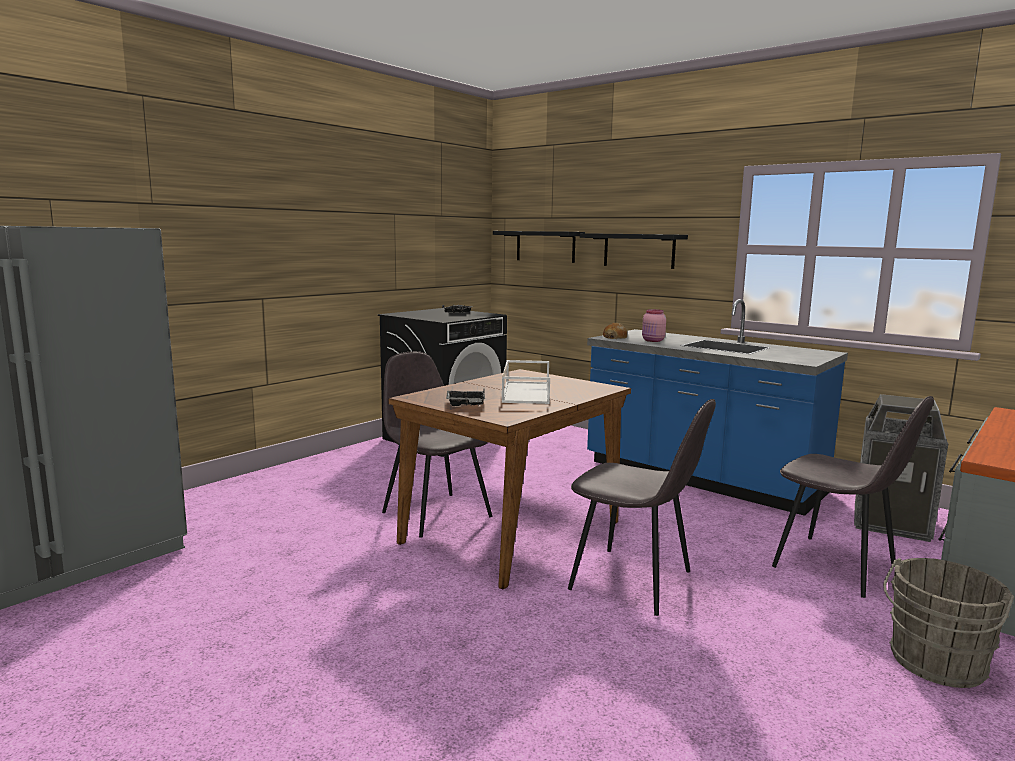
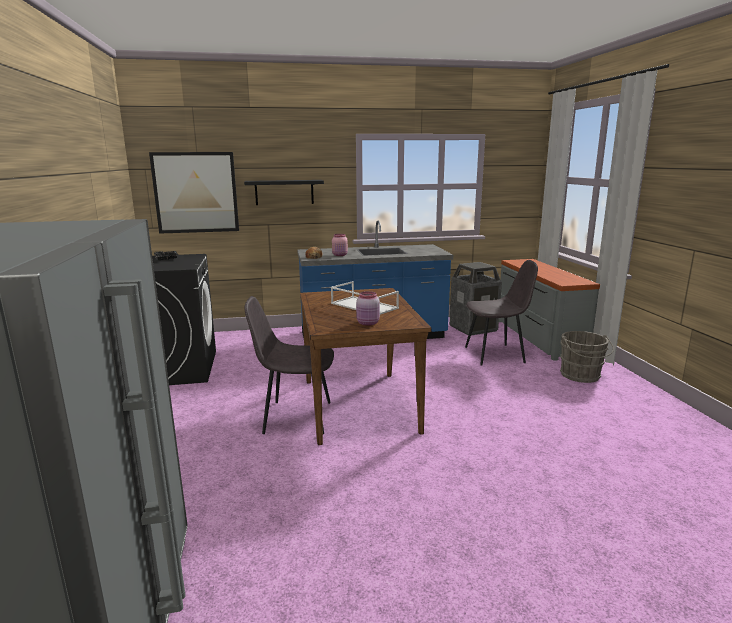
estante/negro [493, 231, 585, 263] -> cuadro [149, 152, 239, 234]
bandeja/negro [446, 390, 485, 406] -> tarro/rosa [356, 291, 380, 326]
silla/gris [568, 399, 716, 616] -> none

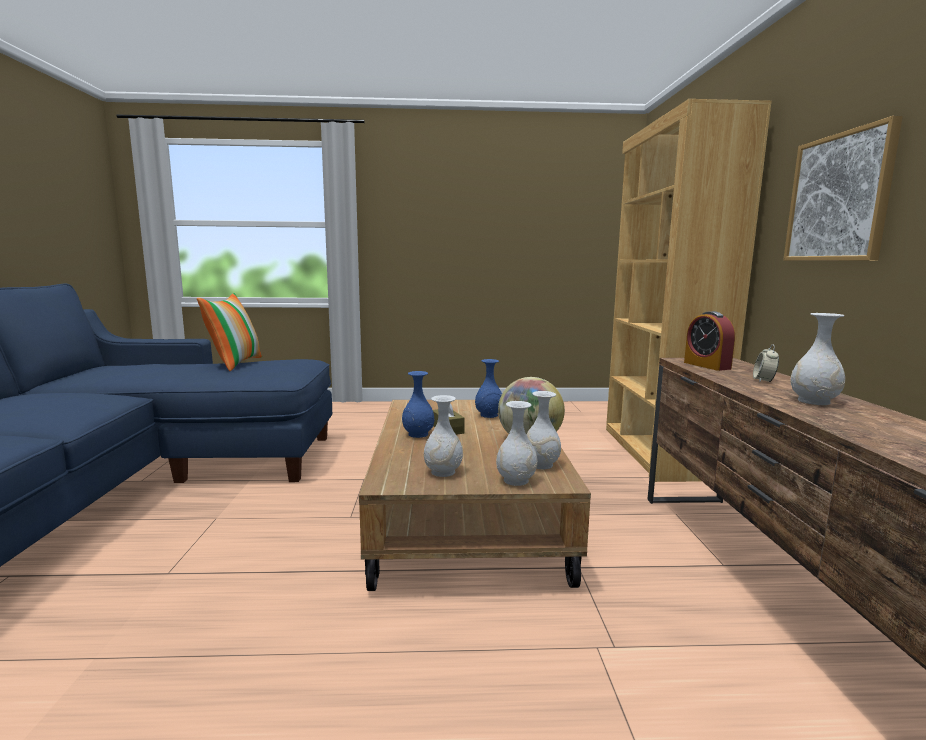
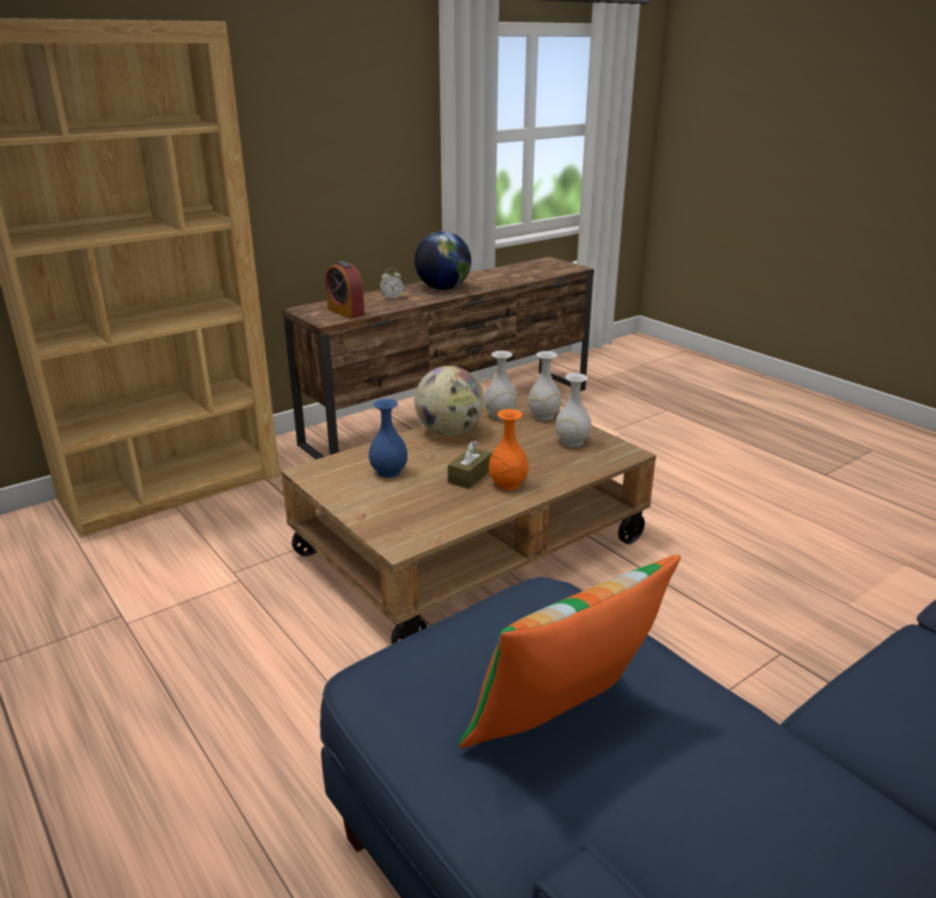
cuadro [783, 116, 903, 261] -> none
despertador [684, 311, 735, 371] -> despertador [326, 261, 365, 319], 105 degrees clockwise
florero/blanco [791, 313, 845, 405] -> globo terráqueo [414, 231, 471, 290]
florero/azul [402, 371, 435, 438] -> florero/naranja [489, 409, 529, 490]

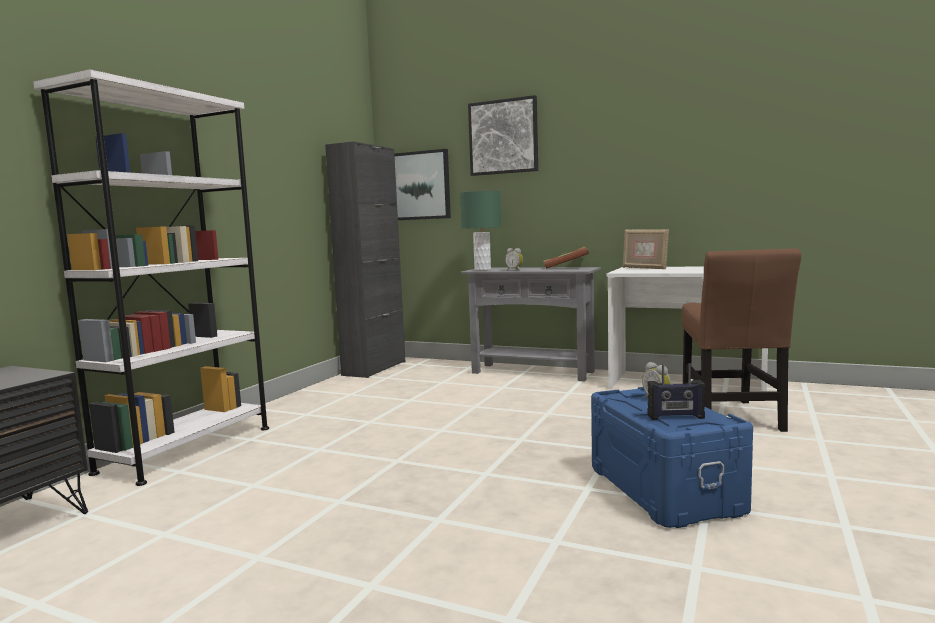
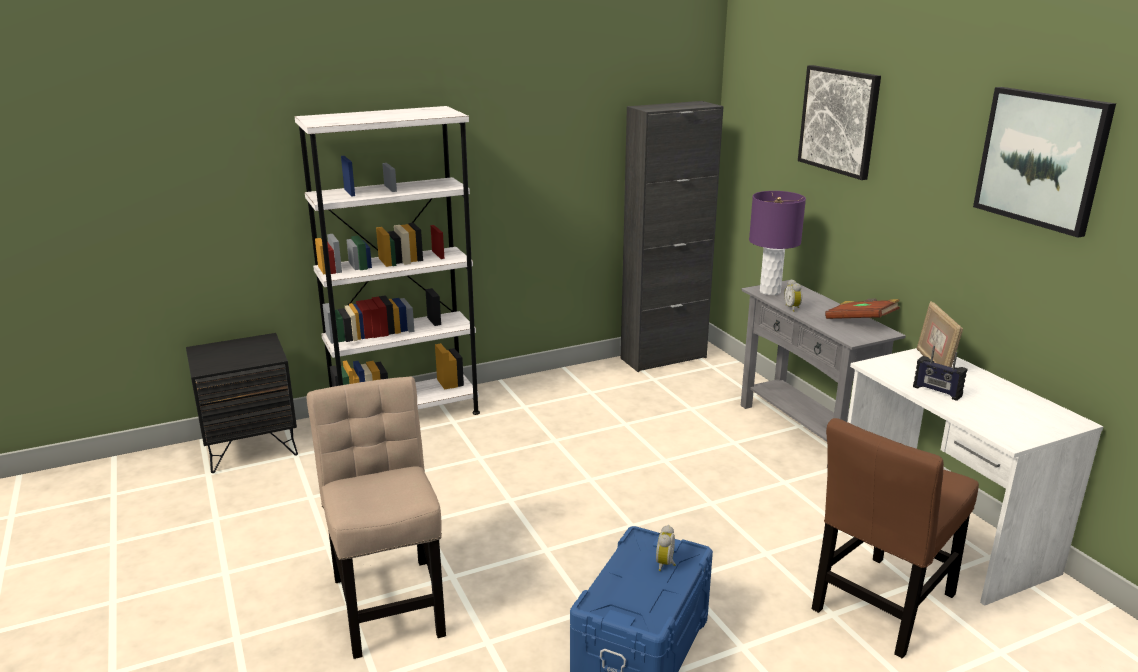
cuadro [394, 149, 451, 220] -> cuadro [973, 87, 1116, 238], move
lámpara de mesa/verde [460, 191, 501, 271] -> lámpara de mesa/morado [749, 191, 806, 295]
radio [647, 363, 705, 420] -> radio [913, 346, 967, 401], move
none -> silla/beis [307, 376, 446, 659]

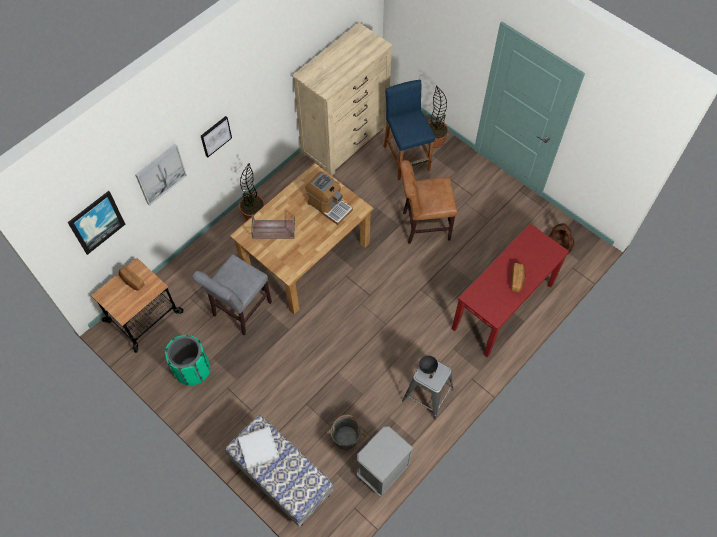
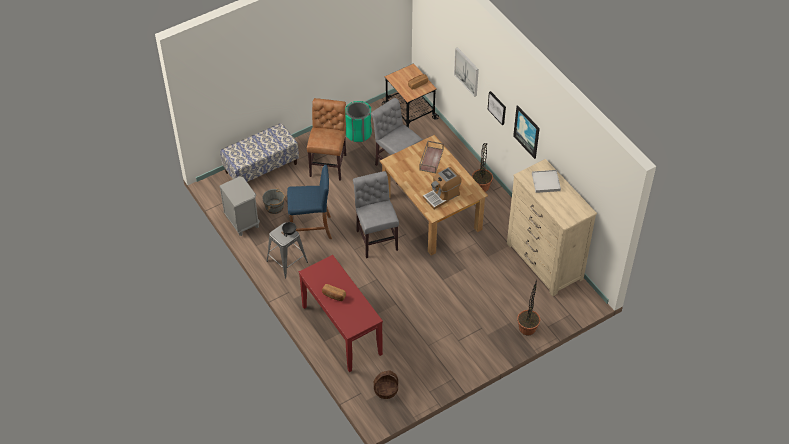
taburete/azul [384, 79, 435, 180] -> taburete/azul [287, 165, 332, 239], move
silla/marrón [400, 160, 457, 244] -> silla/marrón [307, 98, 347, 181], move
cuadro [68, 191, 125, 255] -> cuadro [513, 105, 540, 159], move
bandeja/blanco [238, 426, 279, 469] -> bandeja/blanco [532, 170, 561, 193], move
none -> silla/gris [353, 171, 399, 258]

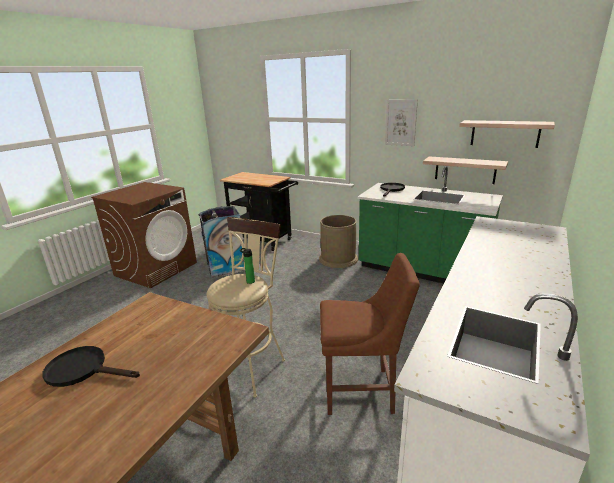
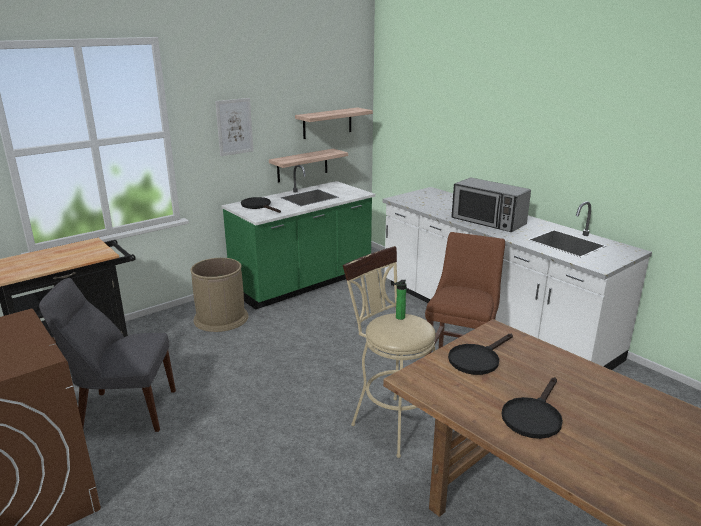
papelera [199, 206, 245, 277] -> silla/gris [39, 278, 176, 432]
none -> microondas [452, 178, 531, 232]
none -> sartén/negro [448, 334, 513, 375]

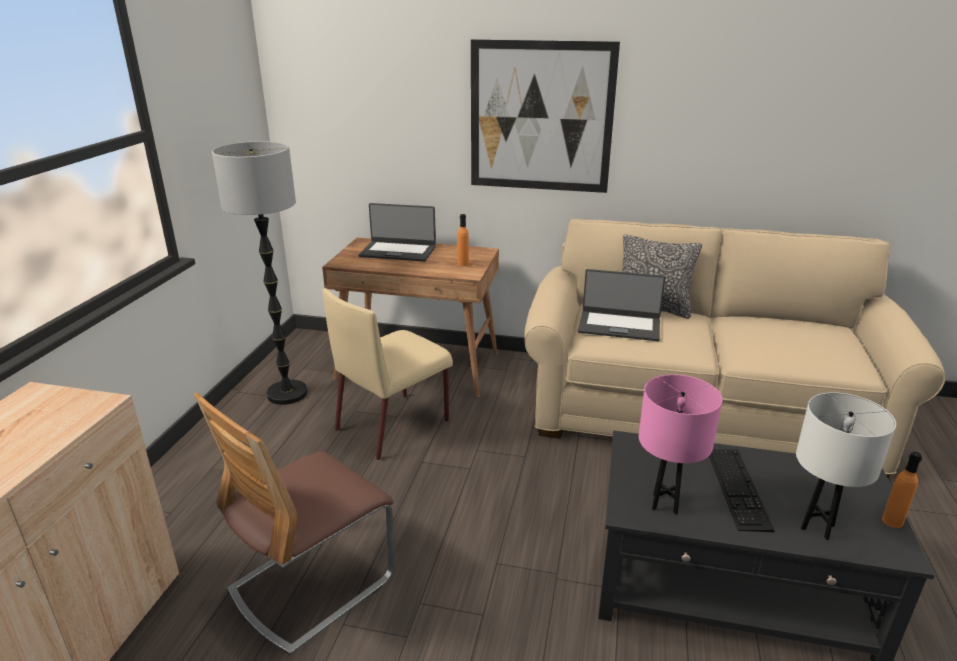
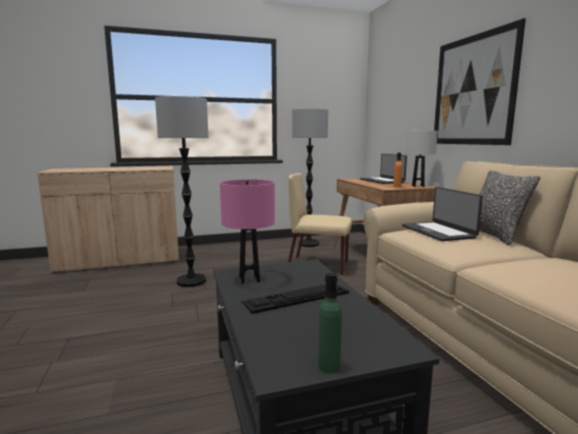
lámpara de mesa/blanco [796, 392, 896, 540] -> lámpara de mesa/blanco [405, 131, 438, 187], move
silla [194, 393, 395, 655] -> lámpara de pie [155, 96, 208, 287]
botella/naranja [882, 452, 922, 528] -> botella/verde [318, 273, 342, 374]

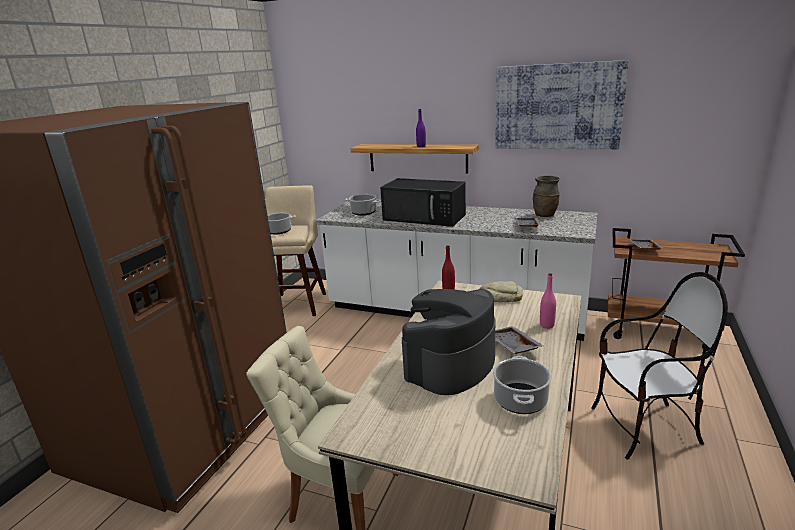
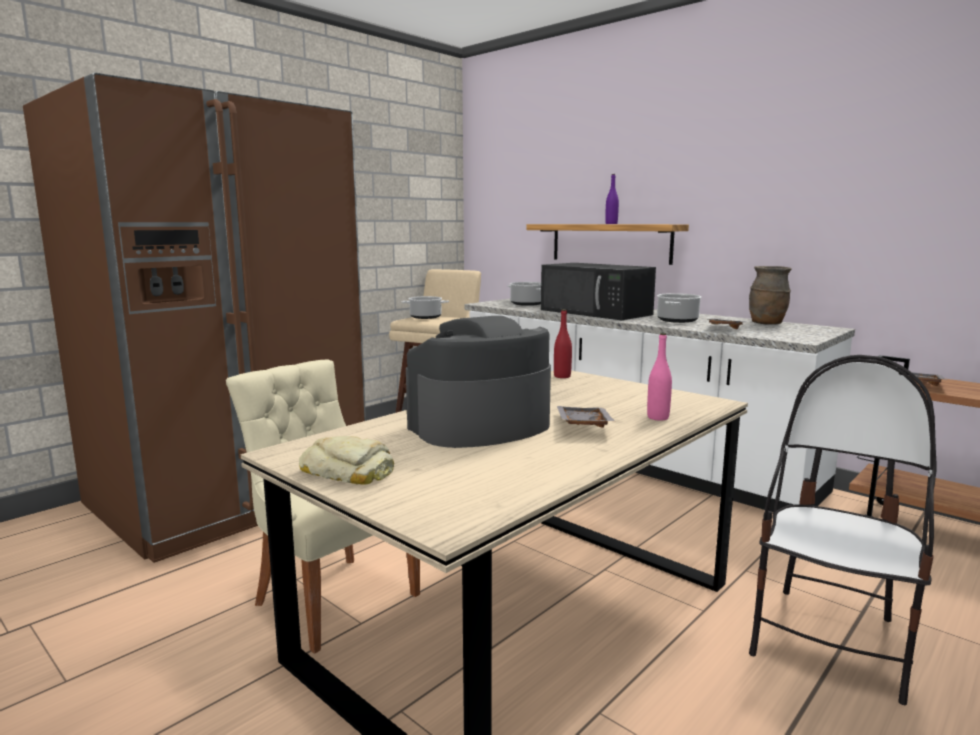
cuadro [495, 60, 629, 149] -> none
silla [591, 272, 728, 460] -> silla [749, 355, 937, 705], 75 degrees counterclockwise
pan [479, 281, 523, 303] -> pan [299, 436, 394, 485], move
olla [493, 356, 551, 414] -> olla [657, 293, 701, 323], move

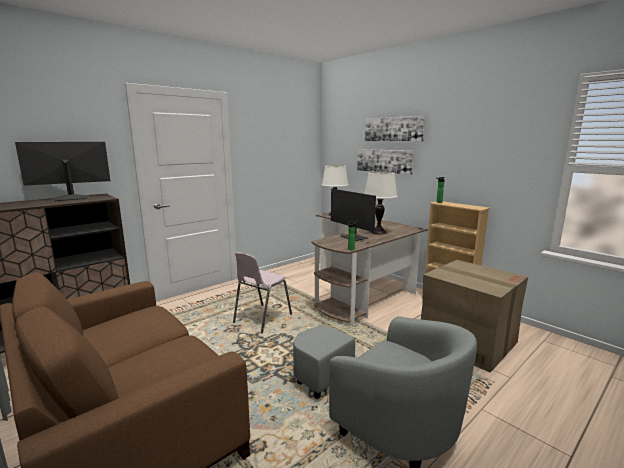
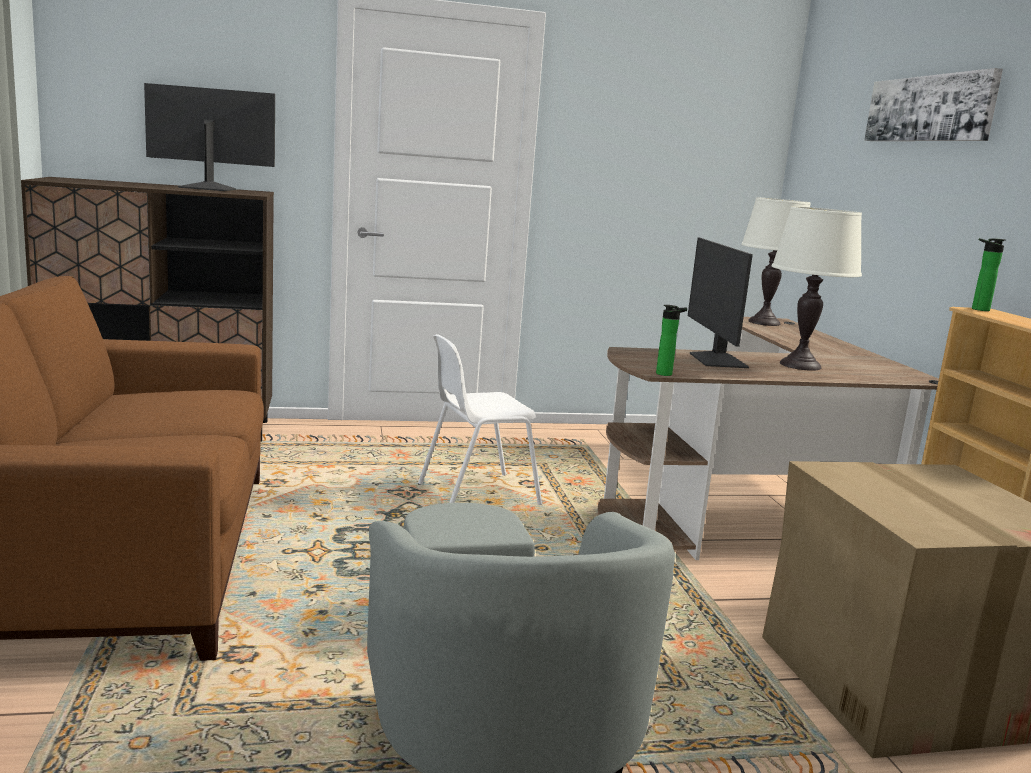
cuadro [357, 149, 414, 175] -> none
silla/rosa [233, 252, 292, 333] -> silla/blanco [418, 334, 542, 505]

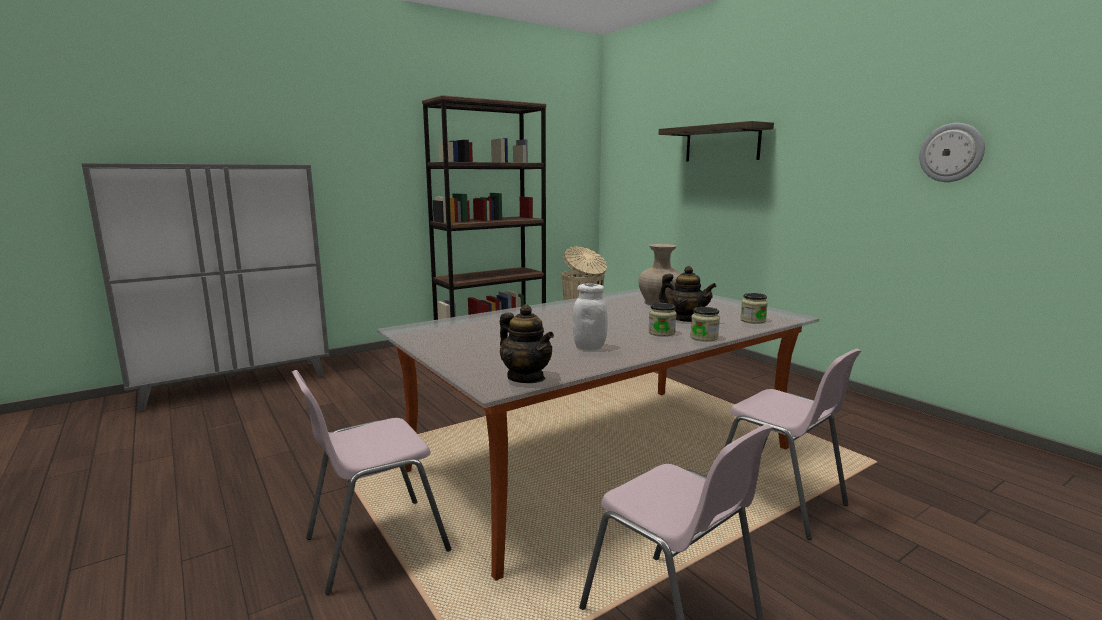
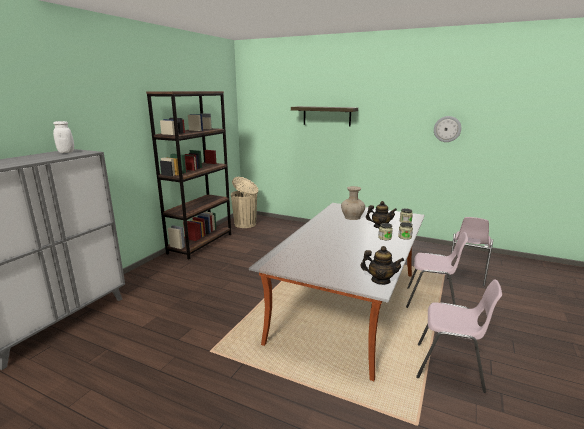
tarro/blanco [573, 284, 608, 351] -> tarro/blanco [53, 121, 74, 153], move
silla/rosa [291, 370, 451, 595] -> silla/rosa [447, 217, 493, 286], move

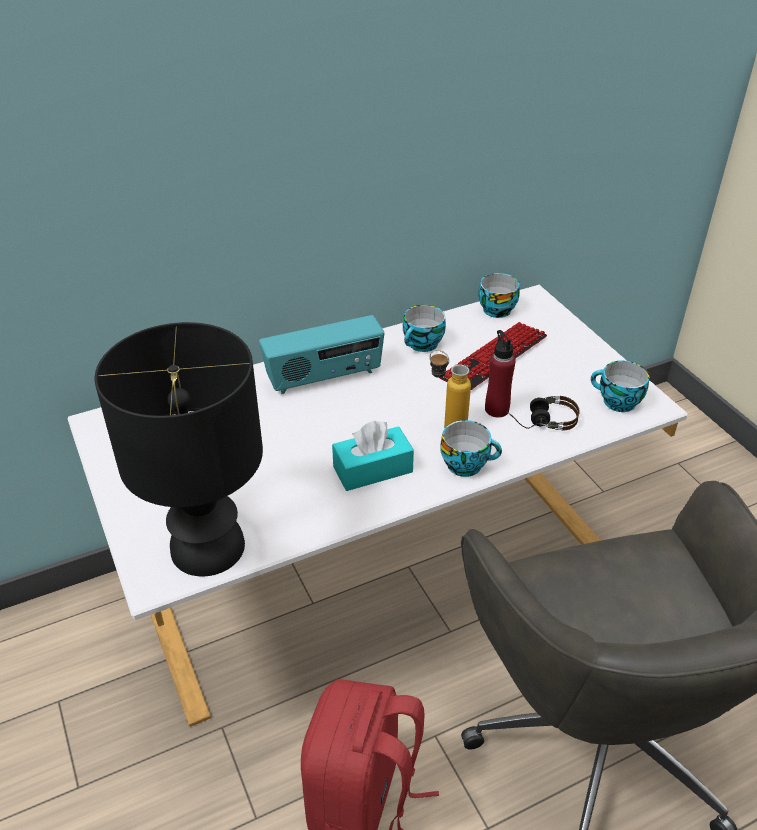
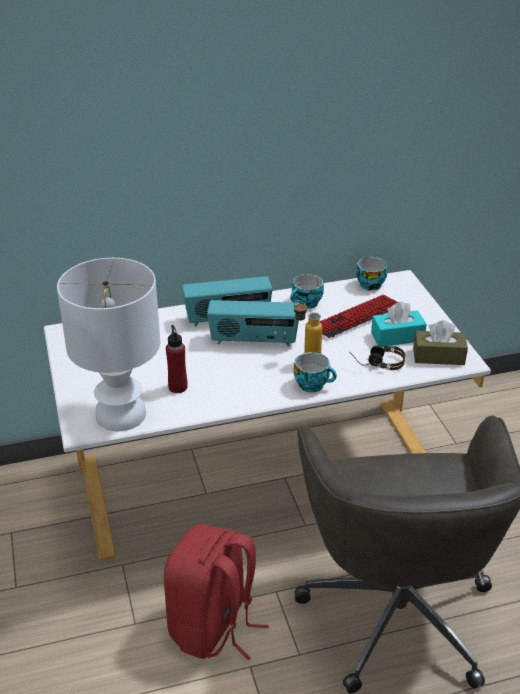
lámpara de mesa/negro [95, 322, 263, 576] -> lámpara de mesa/blanco [57, 258, 160, 431]
botella/rojo [485, 330, 516, 417] -> botella/rojo [166, 325, 188, 393], move
taza [591, 361, 649, 412] -> caja de pañuelos/marrón [413, 320, 468, 365]
caja de pañuelos/turquesa [332, 421, 414, 491] -> caja de pañuelos/turquesa [371, 301, 427, 347], move
none -> radio [207, 300, 300, 346]

